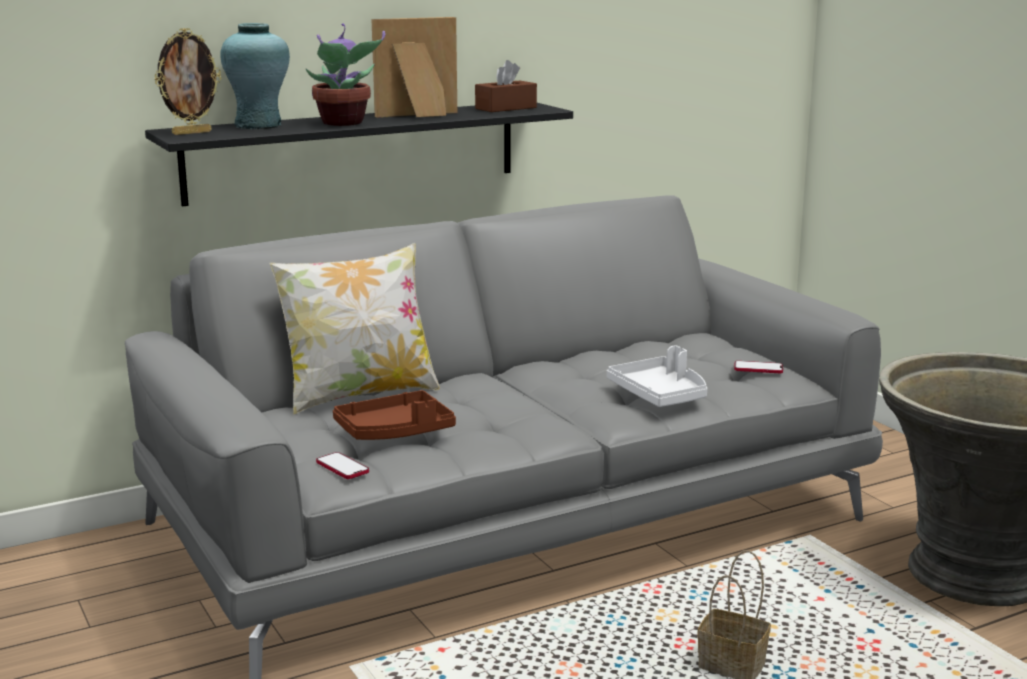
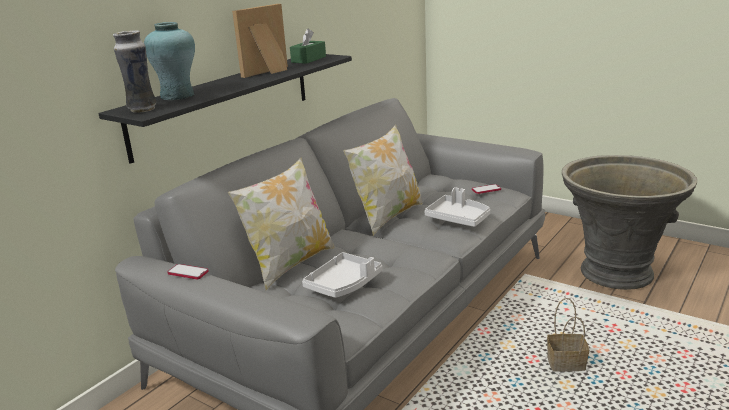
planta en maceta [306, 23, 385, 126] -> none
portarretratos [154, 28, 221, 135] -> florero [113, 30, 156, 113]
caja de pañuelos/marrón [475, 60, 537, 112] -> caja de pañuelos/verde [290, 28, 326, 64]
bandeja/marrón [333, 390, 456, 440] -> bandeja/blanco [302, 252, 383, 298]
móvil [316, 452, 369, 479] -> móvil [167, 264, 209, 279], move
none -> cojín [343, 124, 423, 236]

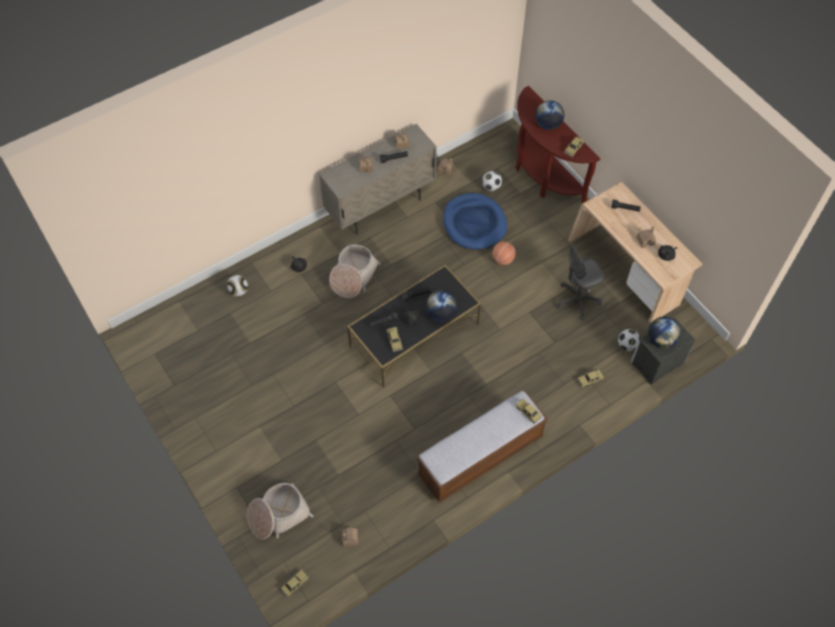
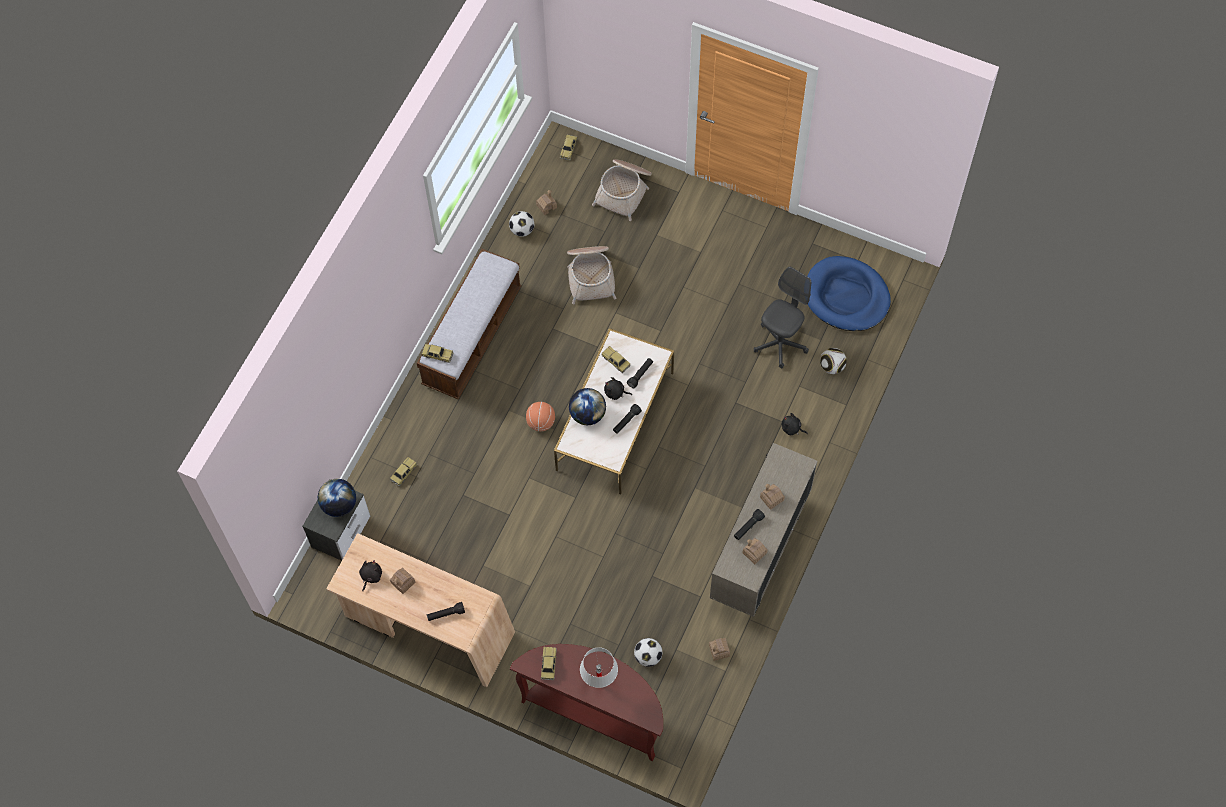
globo terráqueo [535, 100, 564, 130] -> lámpara de mesa/blanco [580, 647, 618, 688]
cama para perro/azul [443, 193, 507, 250] -> cama para perro/azul [807, 256, 891, 331], move
balón de baloncesto [492, 241, 516, 265] -> balón de baloncesto [526, 402, 555, 431], move
silla de oficina/gris [556, 243, 604, 320] -> silla de oficina/gris [754, 267, 811, 368], move
cesta [329, 244, 380, 298] -> cesta [567, 246, 617, 304], move
mesa de centro/negro [347, 265, 481, 388] -> mesa de centro/blanco [554, 328, 674, 494]
balón de fútbol [618, 329, 640, 351] -> balón de fútbol [509, 211, 534, 237], move

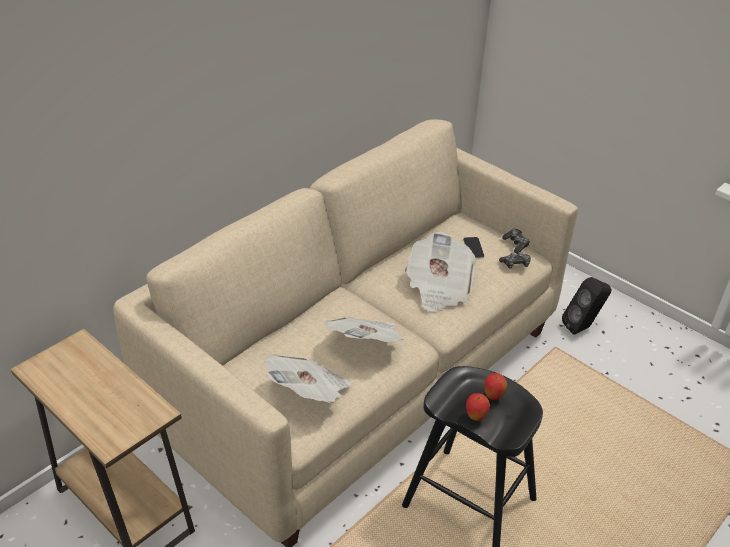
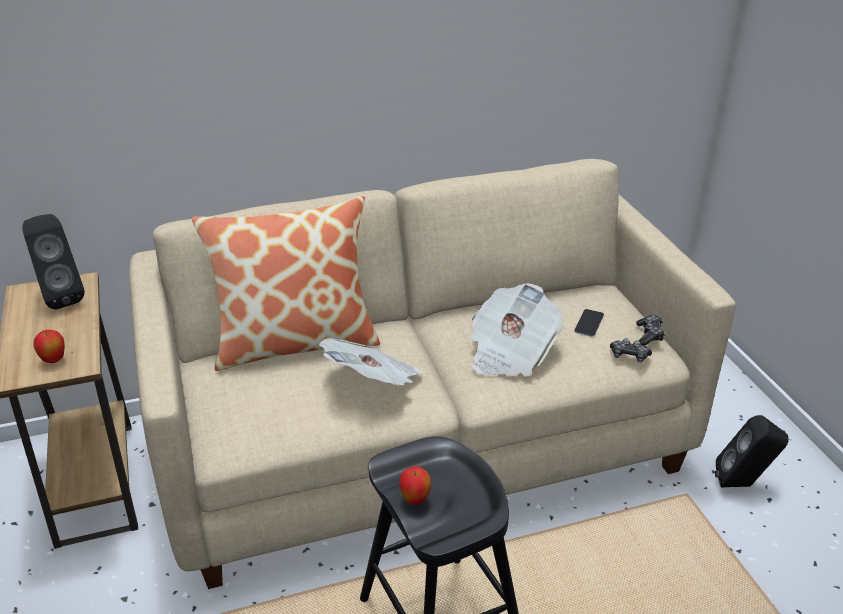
periódico [264, 354, 352, 403] -> none
manzana [484, 373, 507, 400] -> manzana [34, 330, 65, 363], move
none -> cojín [192, 196, 380, 371]
none -> altavoz/negro [22, 214, 85, 310]

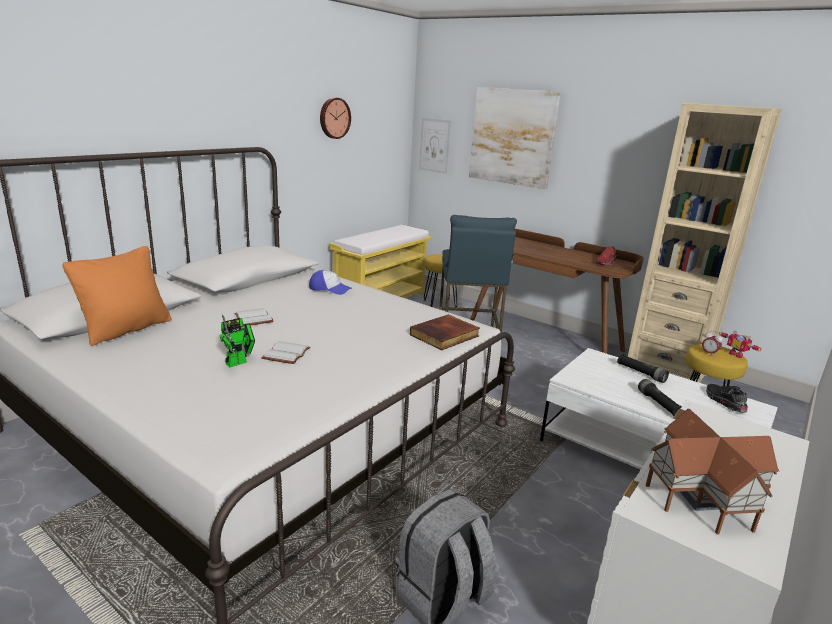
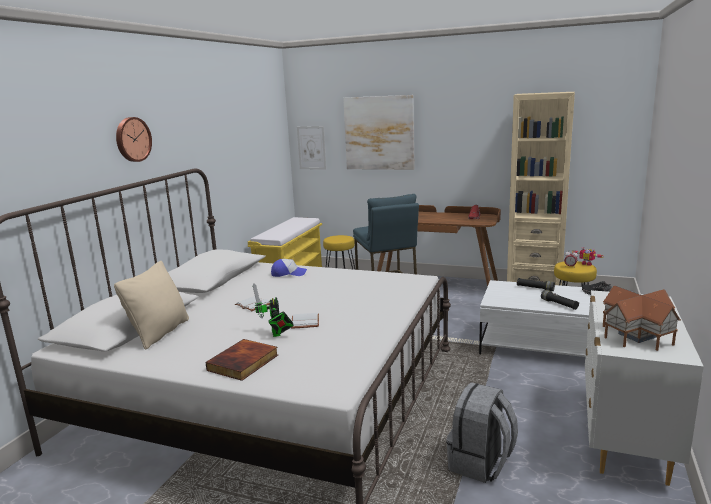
reloj de pared [320, 98, 351, 139] -> reloj de pared [116, 117, 152, 162], move
cojín/naranja [63, 246, 171, 346] -> cojín/beis [114, 261, 189, 349]
robot de juguete [220, 314, 255, 367] -> robot de juguete [252, 283, 294, 337], 135 degrees clockwise
libro [410, 314, 480, 350] -> libro [205, 339, 278, 381], move

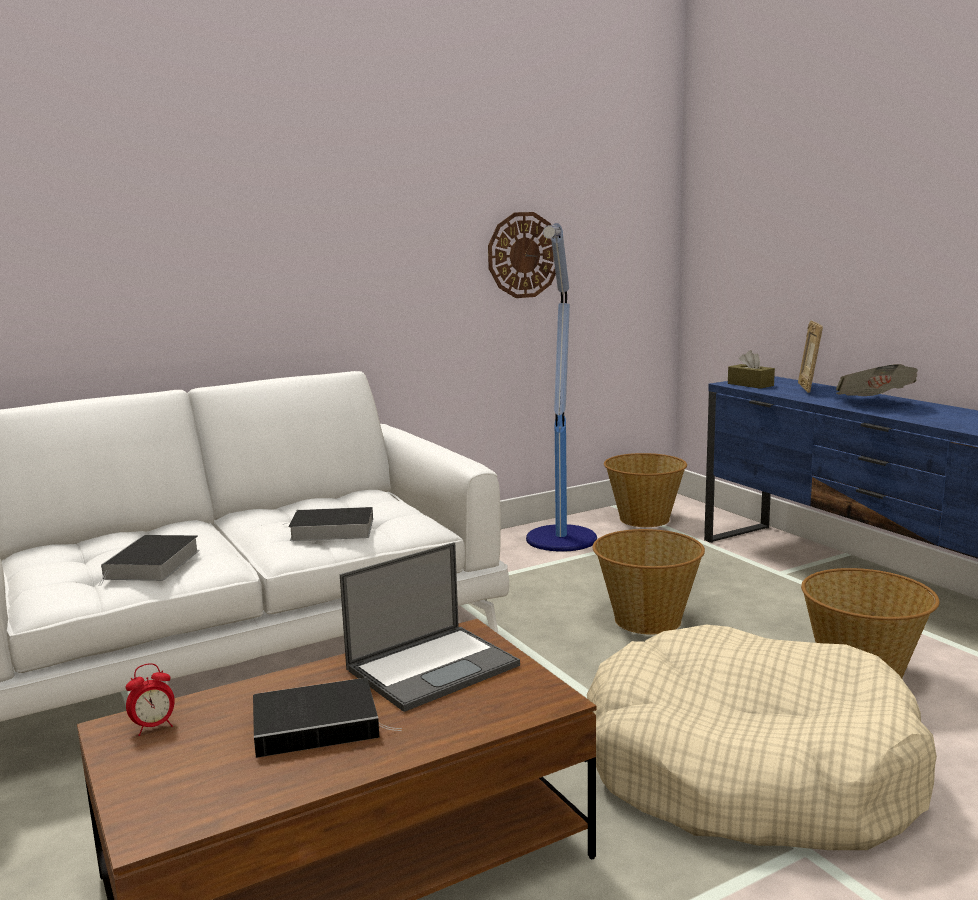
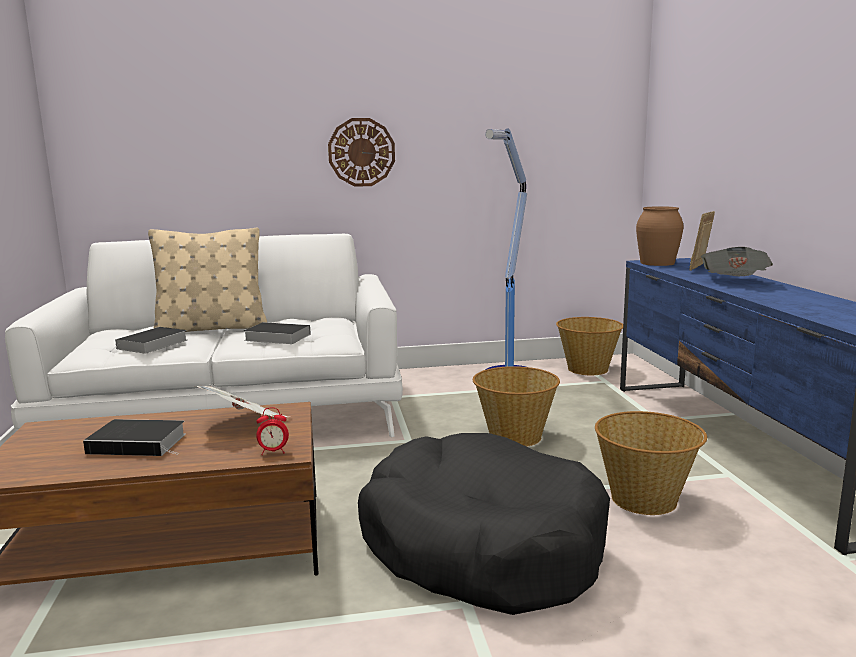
reloj de pared [488, 212, 556, 298] -> reloj de pared [328, 118, 395, 187], move
caja de pañuelos/marrón [728, 350, 775, 389] -> florero/marrón [636, 206, 684, 266]
portátil [340, 542, 520, 712] -> periódico [195, 386, 290, 417]
cama para perro/beis [587, 625, 937, 850] -> cama para perro/negro [358, 433, 610, 615]
despertador [126, 663, 175, 736] -> despertador [256, 407, 289, 455], move
none -> cojín/beis [148, 228, 267, 332]

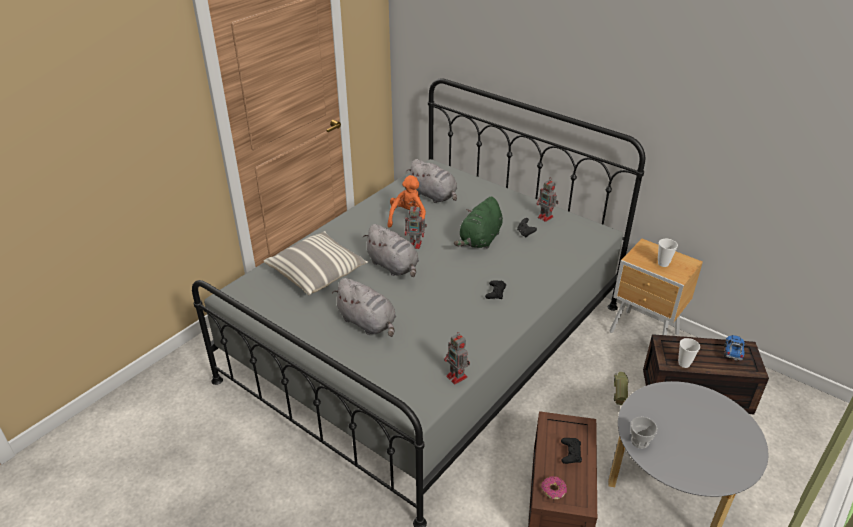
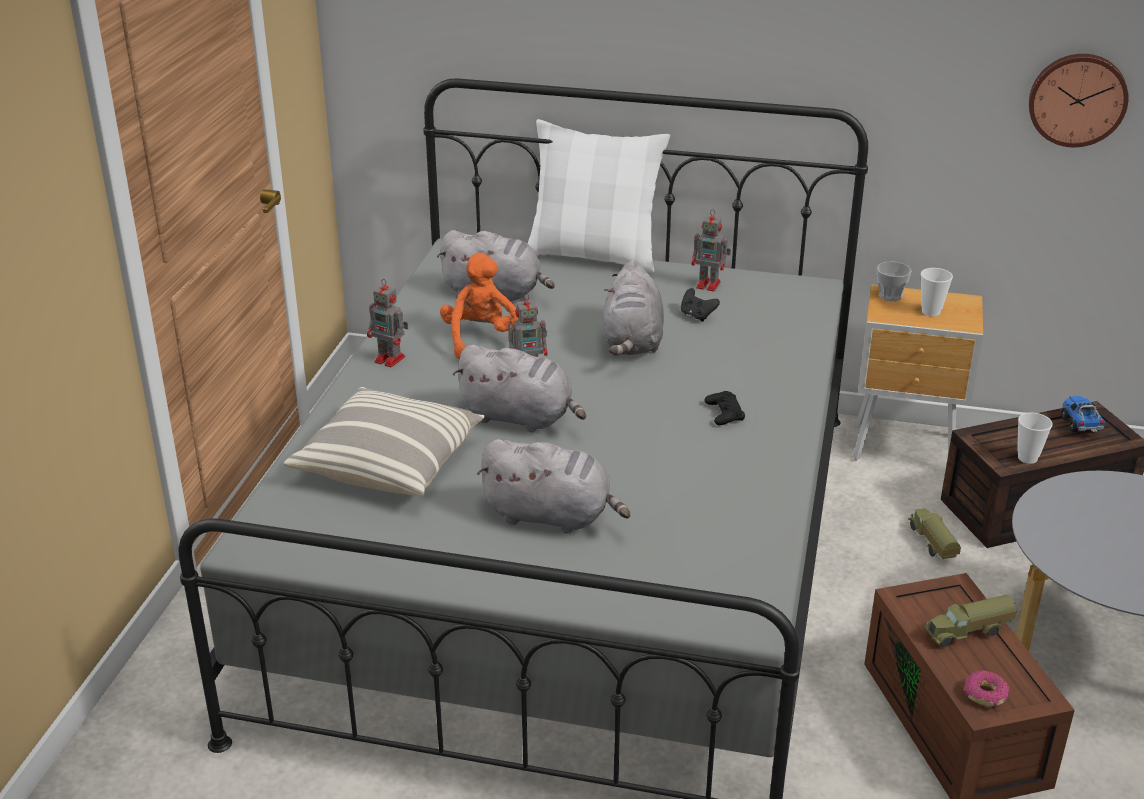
peluche/verde [454, 196, 503, 249] -> peluche/gris [603, 260, 664, 356]
robot de juguete [444, 332, 470, 384] -> robot de juguete [367, 279, 408, 367], move
taza [630, 417, 657, 449] -> taza [877, 261, 911, 301], move
mando de consola/negro [561, 438, 582, 464] -> camión de juguete [923, 595, 1016, 647]
none -> reloj de pared [1029, 54, 1129, 147]
none -> cojín/blanco [528, 119, 670, 273]

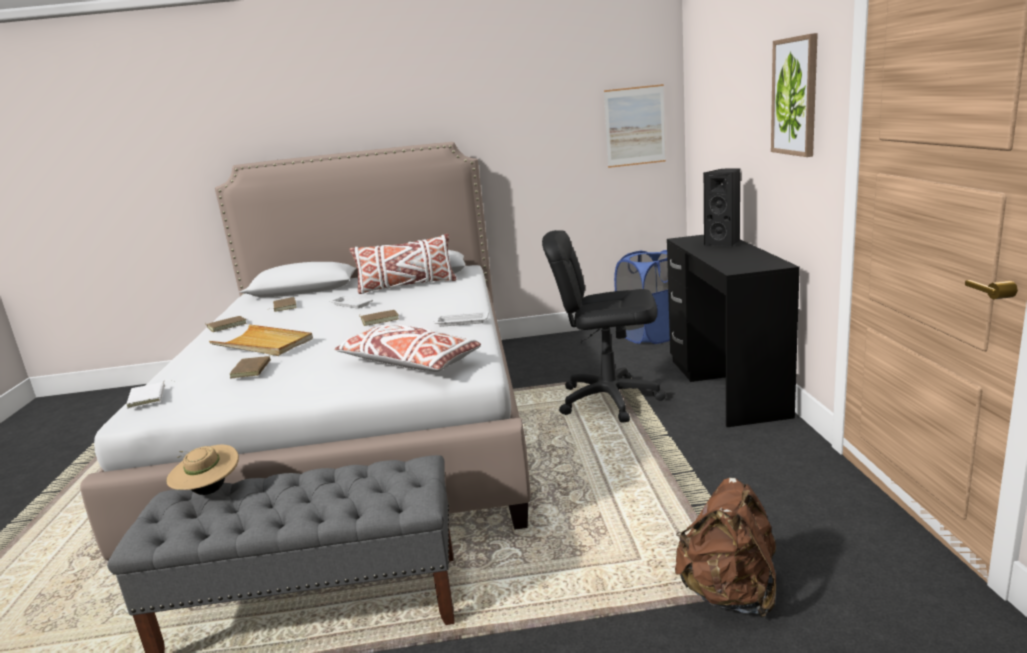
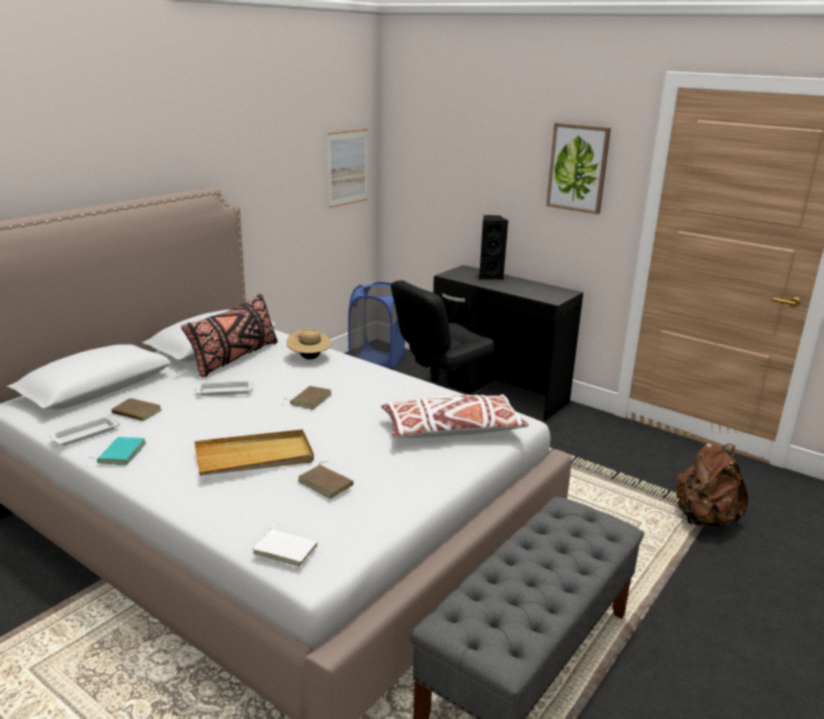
cojín/blanco [349, 234, 456, 294] -> cojín/negro [181, 294, 278, 377]
bandeja/blanco [433, 311, 489, 327] -> bandeja/blanco [49, 414, 120, 446], move
libro/marrón [205, 316, 247, 332] -> libro/turquesa [87, 437, 146, 466]
sombrero/beis [167, 445, 239, 495] -> sombrero/beis [287, 329, 332, 359], move

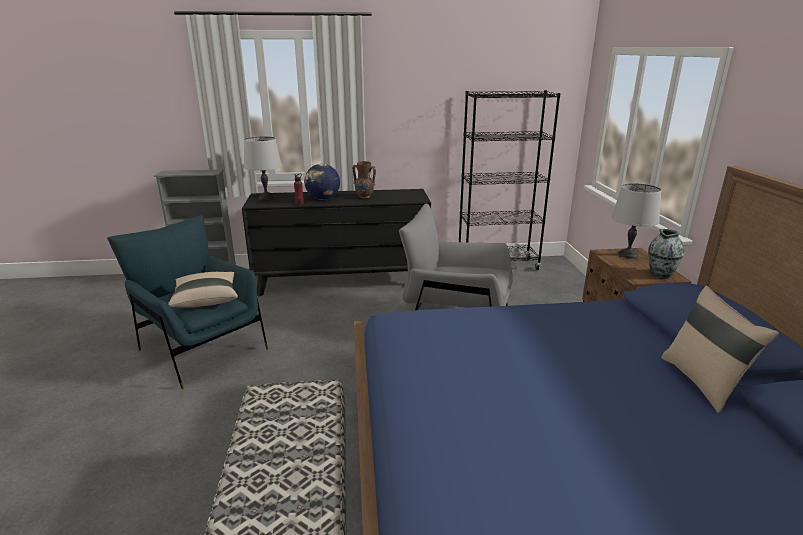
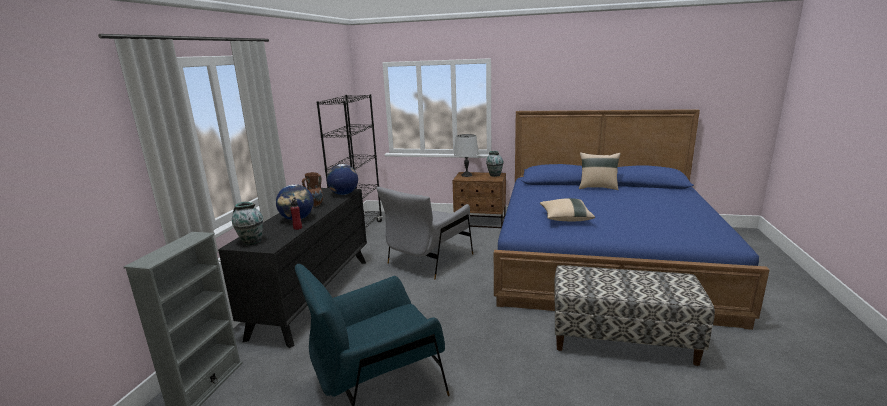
lámpara de mesa/gris [244, 136, 282, 200] -> florero [232, 202, 263, 245]
cojín/beis [168, 272, 238, 308] -> cojín/beis [540, 198, 595, 221], move
none -> globo terráqueo [327, 164, 358, 195]

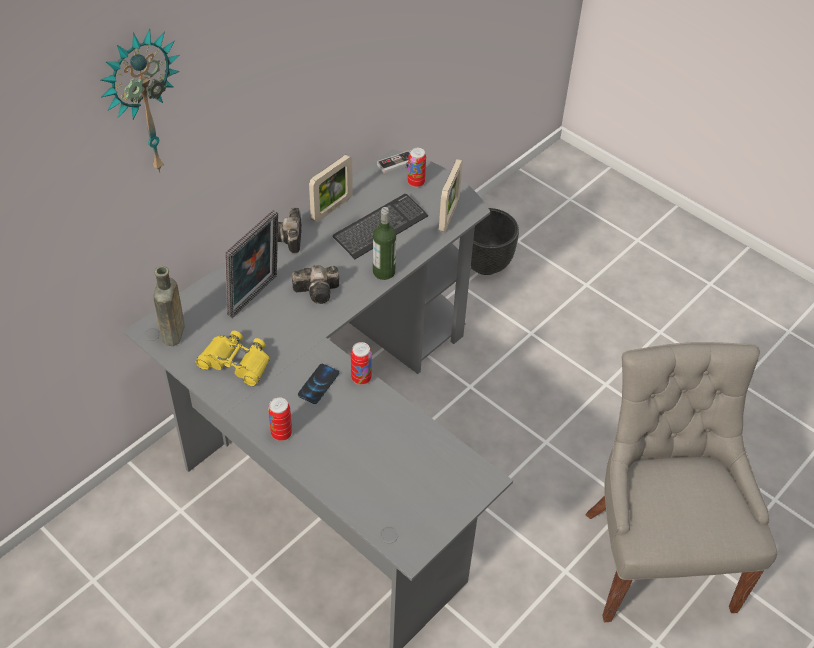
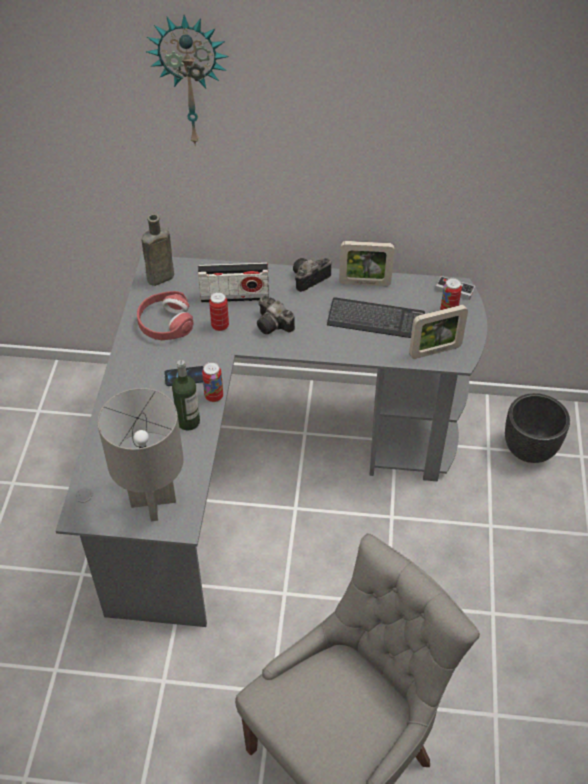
botella [373, 207, 396, 280] -> botella [172, 360, 200, 430], move
portarretratos [225, 210, 278, 318] -> radio [198, 263, 269, 303]
prismáticos/amarillo [195, 331, 270, 387] -> auriculares/rojo [137, 291, 194, 340]
lata [268, 397, 292, 441] -> lata [209, 292, 229, 331], move
none -> lámpara de mesa/gris [98, 388, 184, 521]

